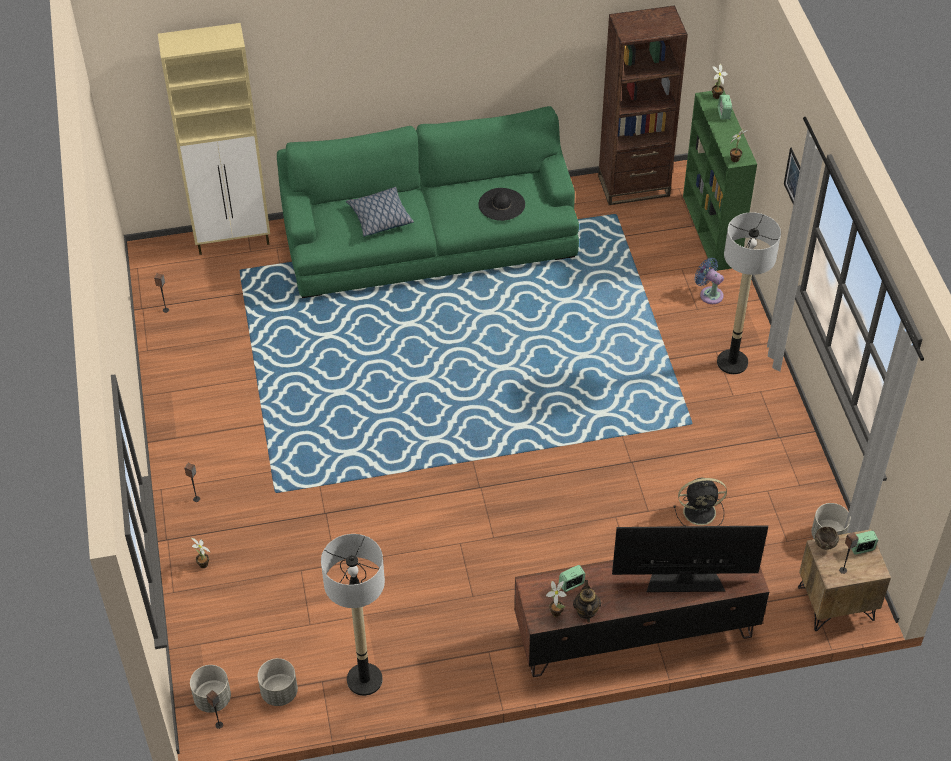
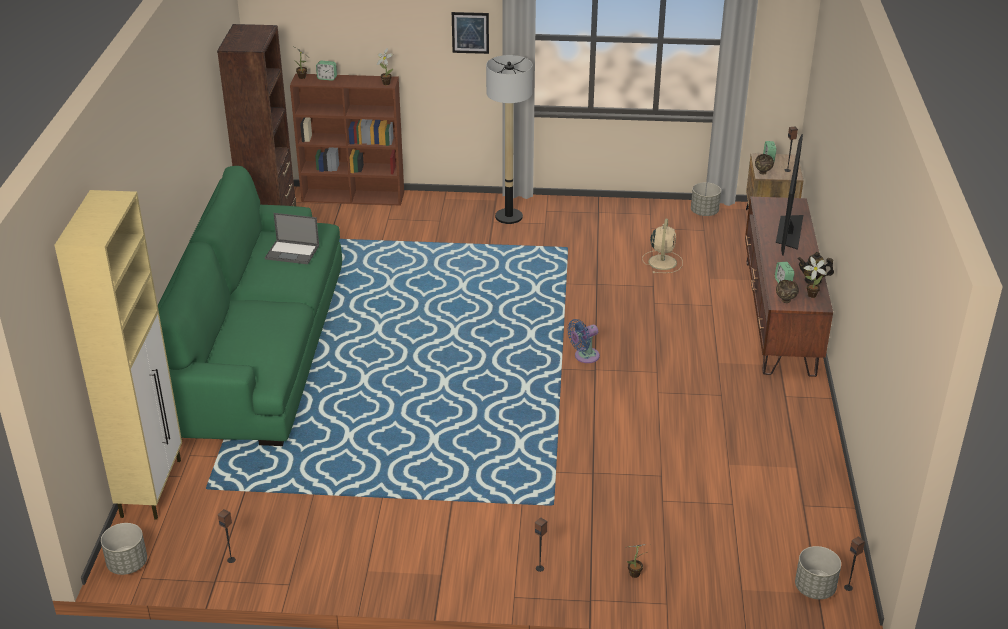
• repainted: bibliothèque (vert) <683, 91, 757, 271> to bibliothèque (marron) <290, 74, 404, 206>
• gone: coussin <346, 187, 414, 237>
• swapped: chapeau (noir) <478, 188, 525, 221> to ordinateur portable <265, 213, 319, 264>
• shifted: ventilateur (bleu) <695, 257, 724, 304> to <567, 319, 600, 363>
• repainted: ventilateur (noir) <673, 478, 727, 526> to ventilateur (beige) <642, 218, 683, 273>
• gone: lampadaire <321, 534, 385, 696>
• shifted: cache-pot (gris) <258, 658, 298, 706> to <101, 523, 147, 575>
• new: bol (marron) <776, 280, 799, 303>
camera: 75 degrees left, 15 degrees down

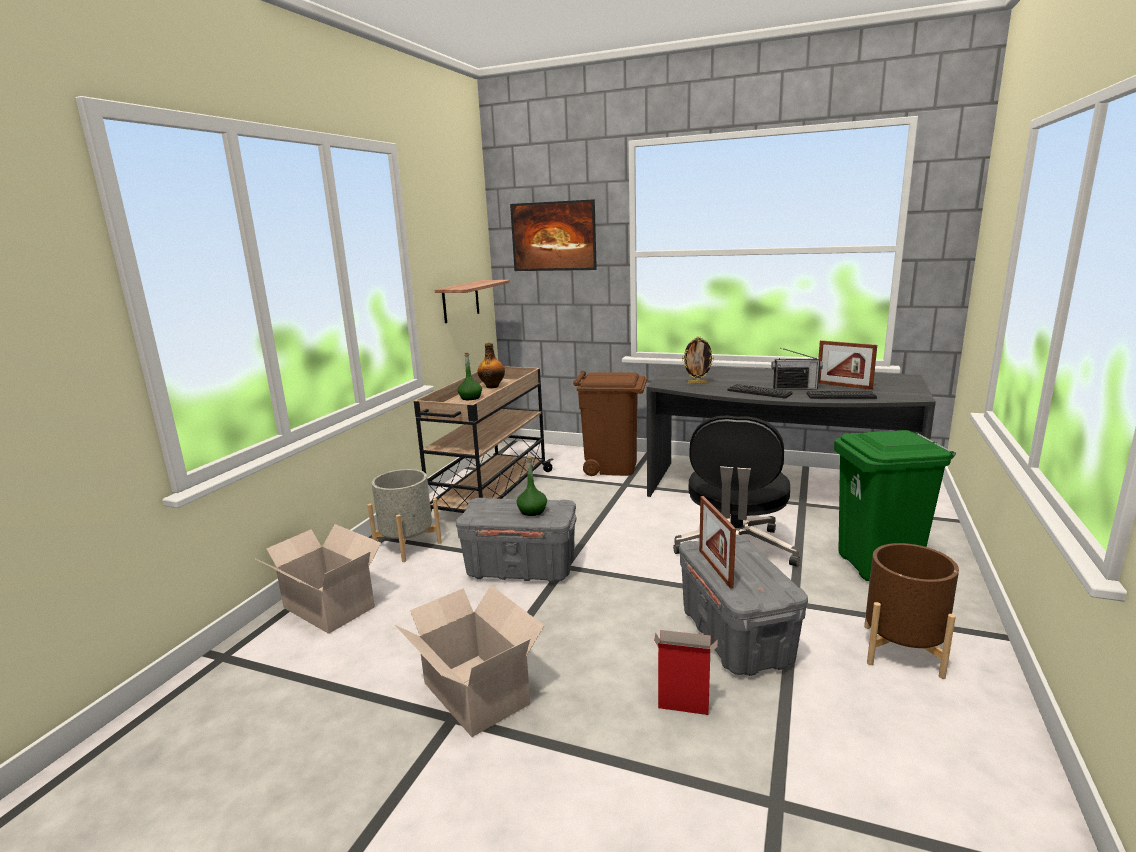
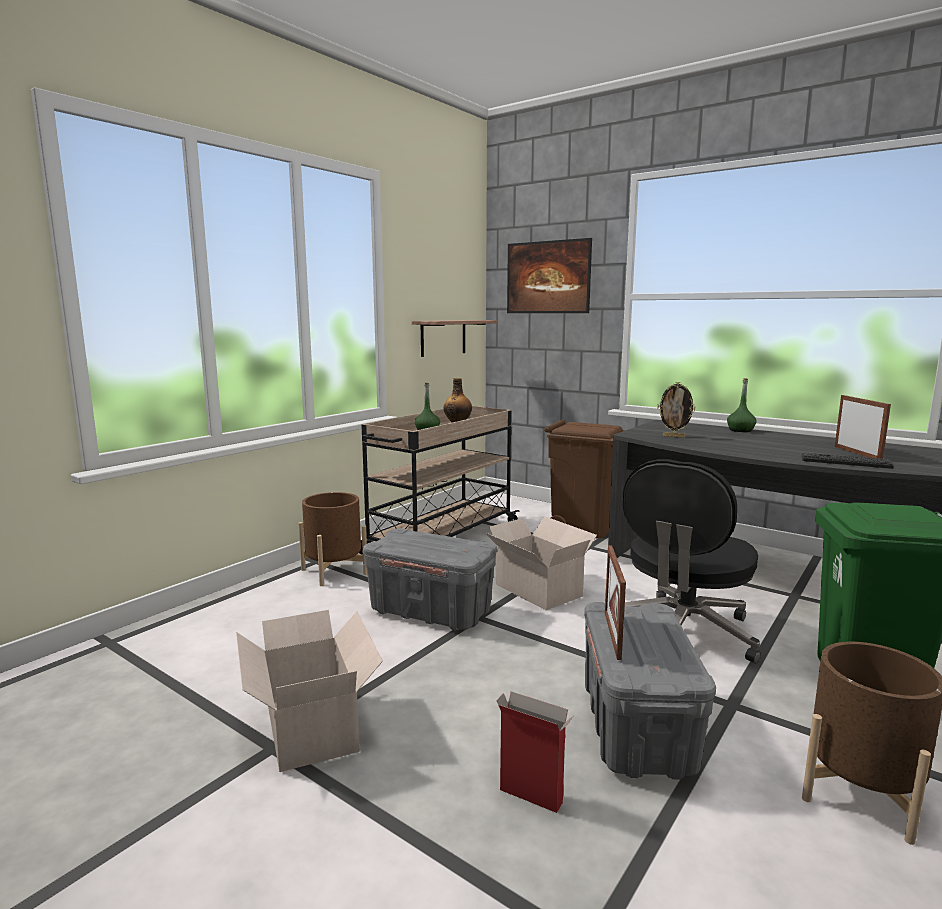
• rotated: cadre photo <818, 340, 877, 390> = <835, 395, 891, 459> 150 degrees counterclockwise
• gone: radio <771, 347, 823, 390>
• gone: clavier <728, 384, 793, 399>
• shifted: bouteille (vert) <517, 456, 547, 516> to <727, 378, 757, 432>
• repainted: cache-pot (gris) <368, 469, 442, 562> to cache-pot (marron) <298, 492, 367, 586>
• shifted: carton <256, 524, 381, 634> to <484, 516, 597, 610>
camera: 15 degrees right, 5 degrees down

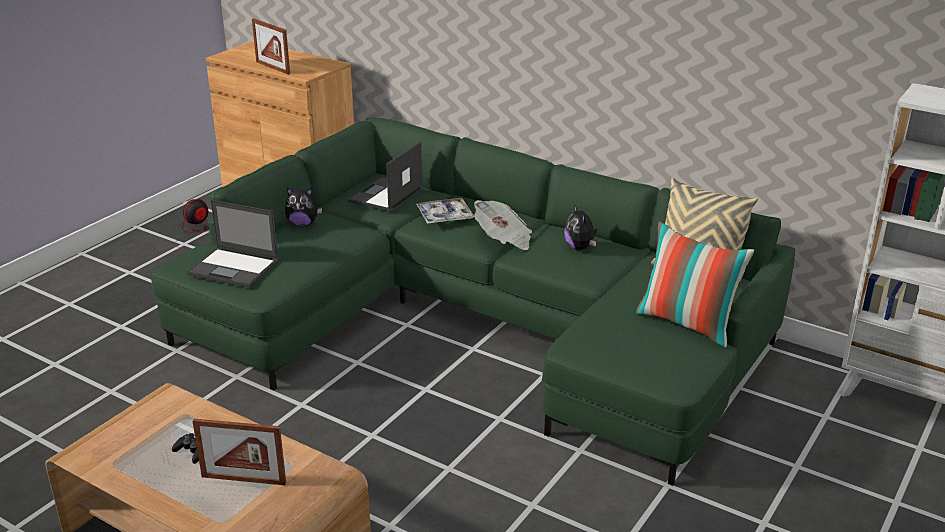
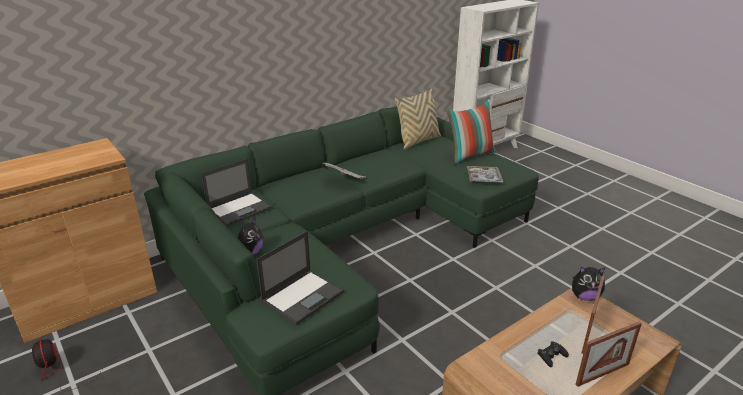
• shifted: cadre photo <252, 19, 290, 75> to <575, 321, 642, 387>
• rotated: ordinateur portable <347, 141, 423, 212> = <201, 159, 273, 226> 90 degrees counterclockwise
• shifted: plateau <416, 198, 474, 224> to <467, 166, 504, 183>
• shifted: peluche <564, 204, 597, 250> to <572, 267, 605, 301>
camera: 70 degrees left, 0 degrees up

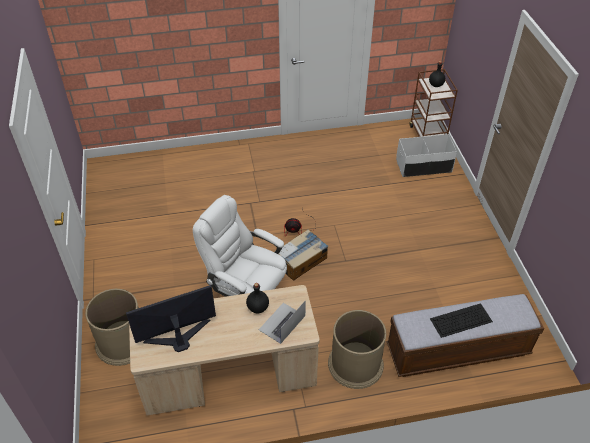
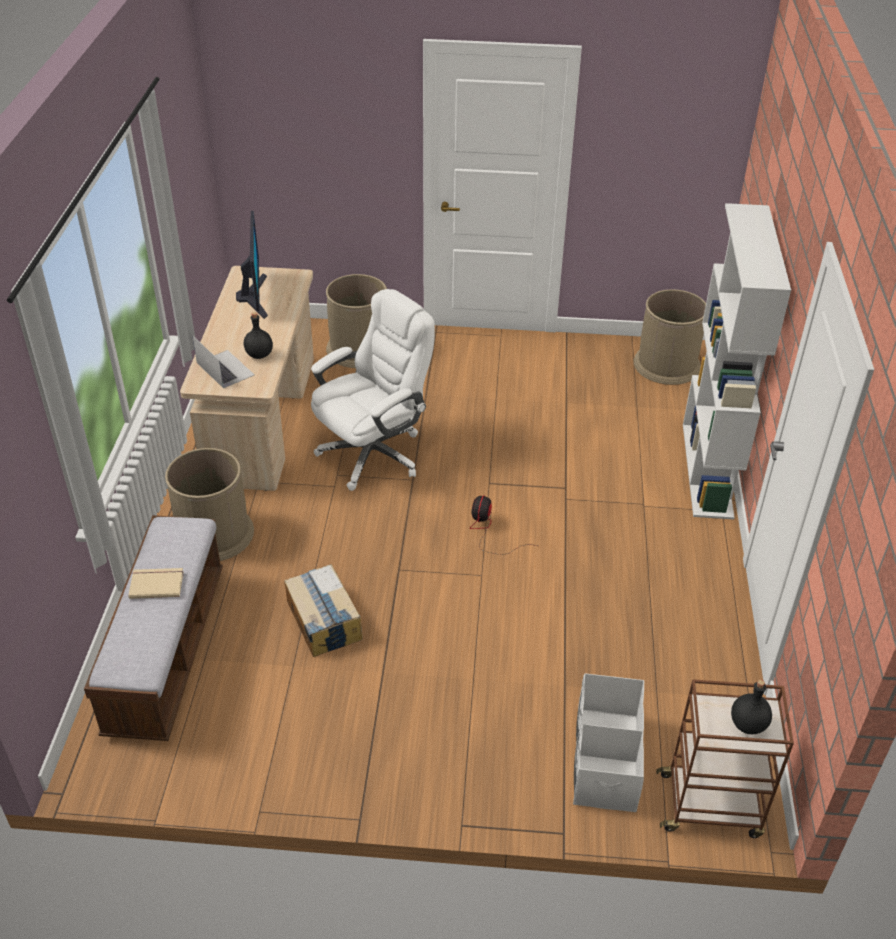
• shifted: carton <274, 229, 328, 281> to <284, 564, 363, 657>
• swapped: clavier <430, 303, 493, 338> to livre (beige) <128, 568, 184, 599>
• new: bibliothèque (blanc) <683, 203, 791, 519>
• new: poubelle (marron) <634, 289, 706, 385>
camera: 105 degrees right, 5 degrees down

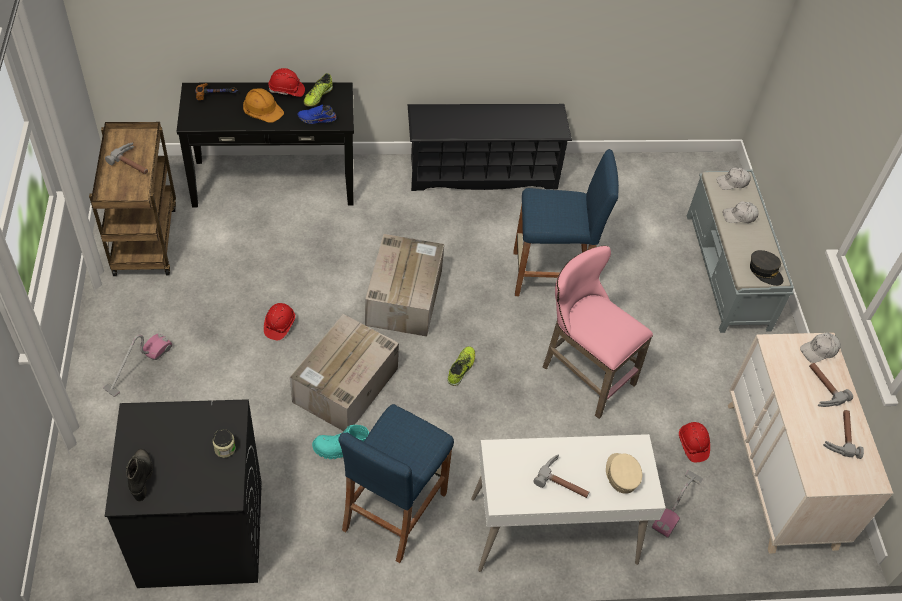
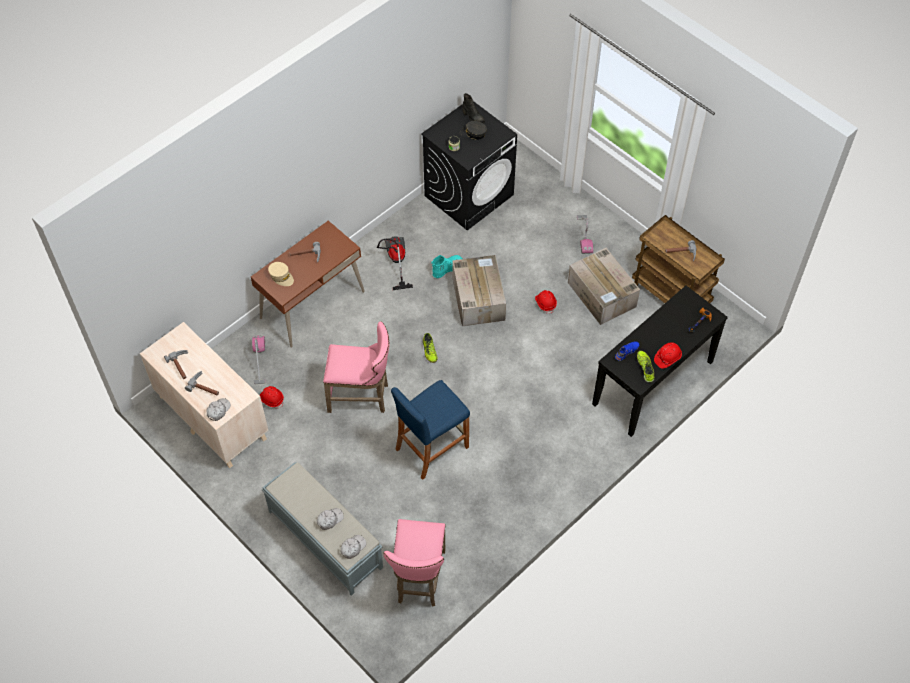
• gone: casque de chantier (orange) <243, 88, 284, 123>
• gone: étagère à chaussures (noir) <408, 104, 572, 191>
• shifted: carton <365, 234, 444, 337> to <568, 248, 640, 325>
• shifted: casquette (gris) <750, 250, 784, 286> to <460, 121, 487, 140>
• swapped: tabouret (bleu) <338, 404, 454, 563> to aspirateur <377, 236, 413, 290>
• repainted: bureau (blanc) <471, 434, 666, 572> to bureau (marron) <251, 221, 365, 348>
• new: tabouret (rose) <383, 519, 445, 607>
camera: 145 degrees right, 5 degrees up

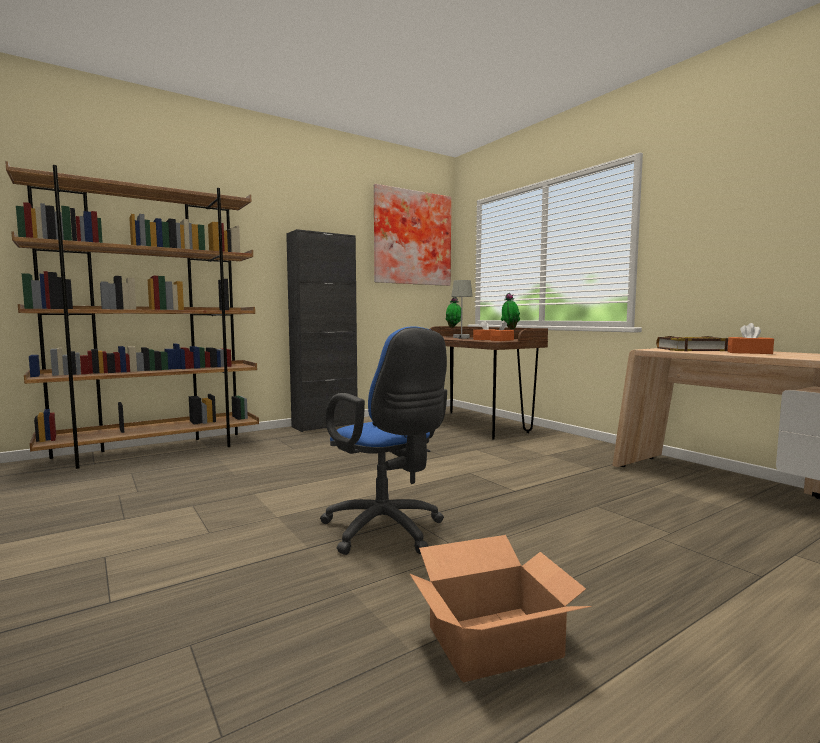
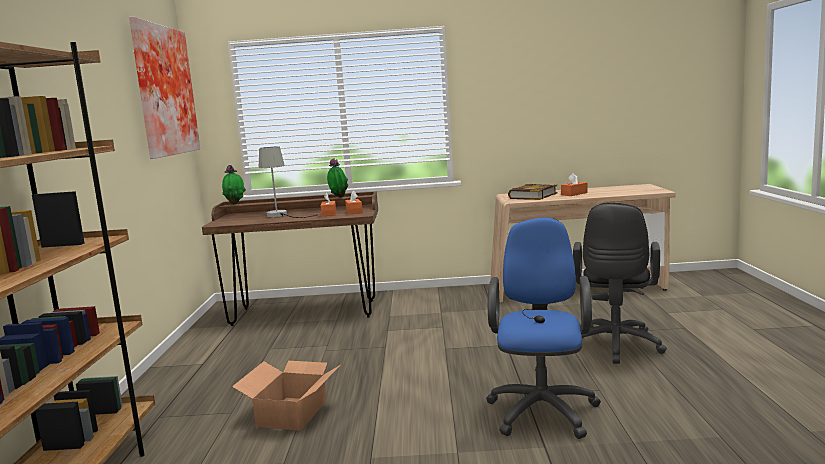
• gone: meuble de rangement (noir) <286, 229, 357, 432>
• rotated: chaise de bureau (bleu) <320, 326, 447, 555> = <486, 217, 601, 439> 75 degrees counterclockwise
• shifted: carton <410, 535, 592, 682> to <232, 361, 340, 431>
• new: chaise de bureau (noir) <573, 202, 667, 364>
camera: 55 degrees left, 5 degrees up

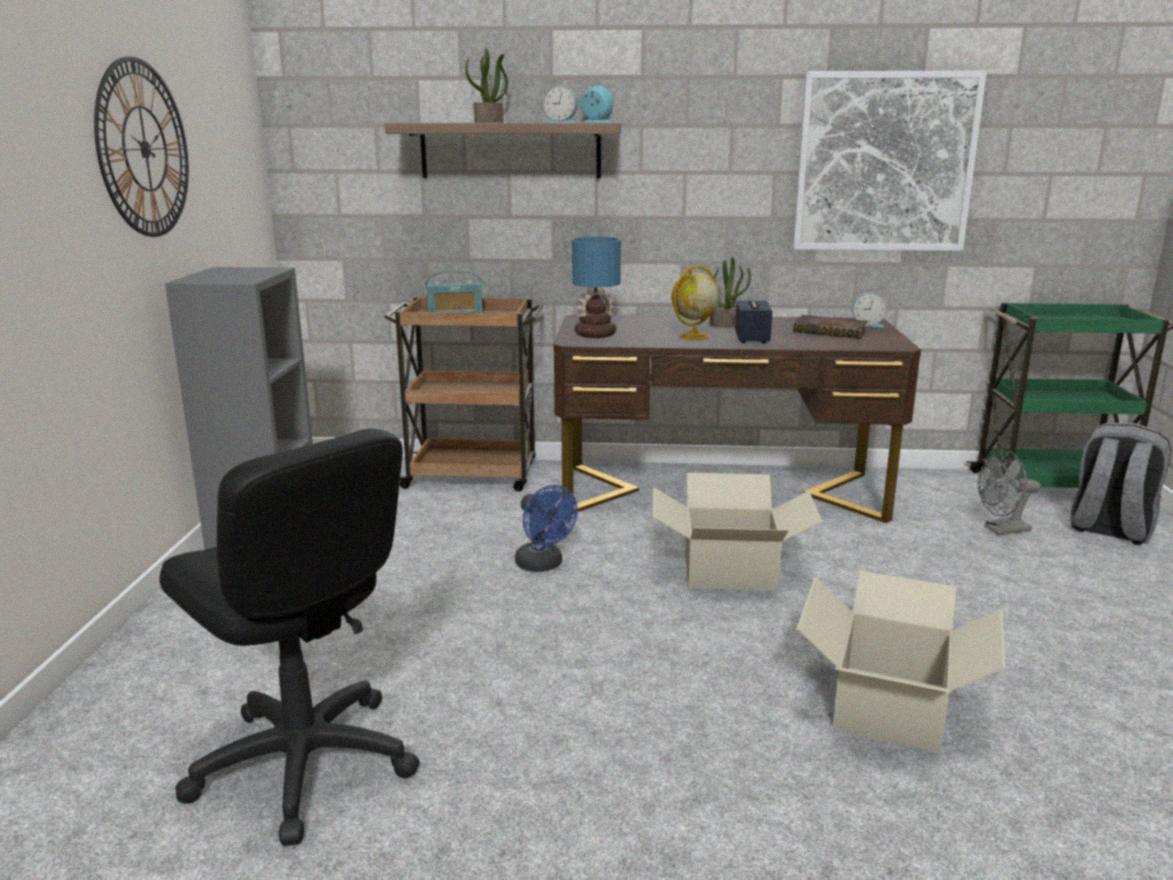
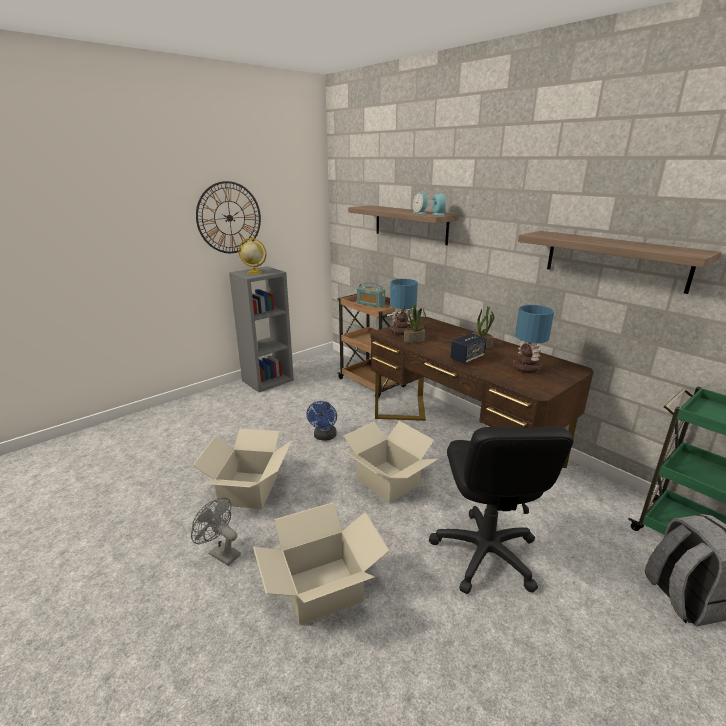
• shifted: plante en pot <465, 48, 508, 122> to <403, 302, 427, 343>
• swapped: tableau <793, 71, 987, 251> to étagère <518, 231, 722, 294>
• shifted: globe <671, 266, 719, 340> to <238, 238, 266, 274>
• gone: réveil <852, 292, 887, 327>
• swapped: livre <793, 315, 868, 339> to lampe de table <513, 305, 554, 373>
• shifted: chaise de bureau (noir) <160, 428, 420, 846> to <429, 426, 574, 594>
• shifted: ventilateur (gris) <977, 450, 1041, 535> to <191, 498, 241, 566>
• new: carton <193, 429, 292, 509>
camera: 45 degrees right, 5 degrees up

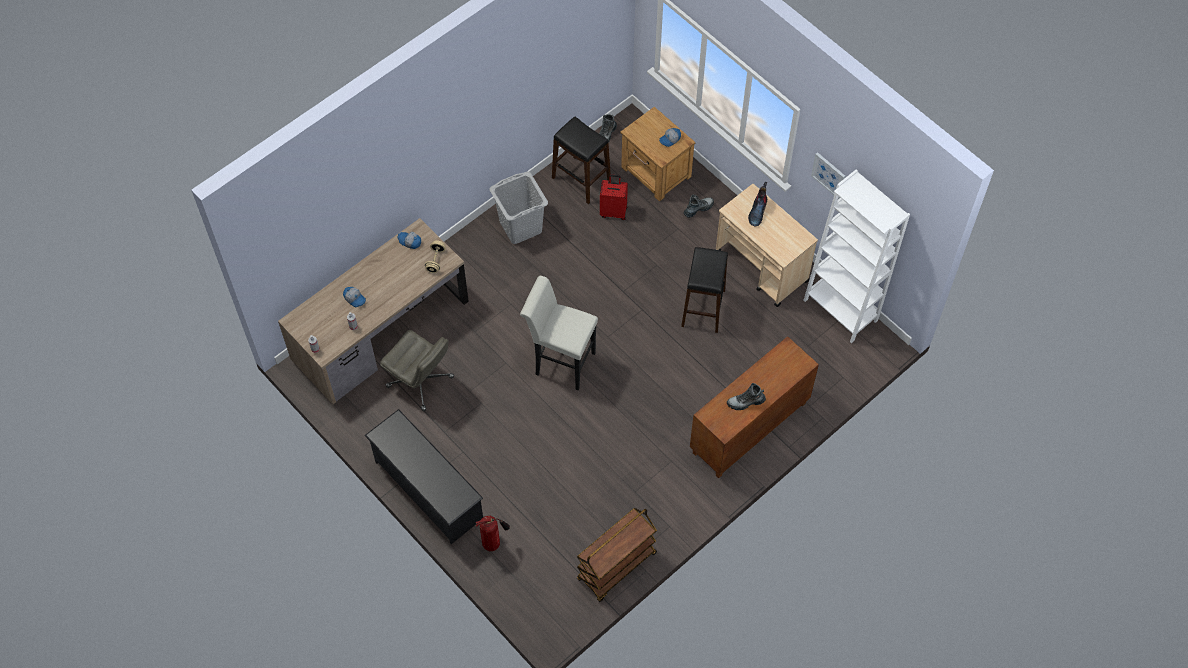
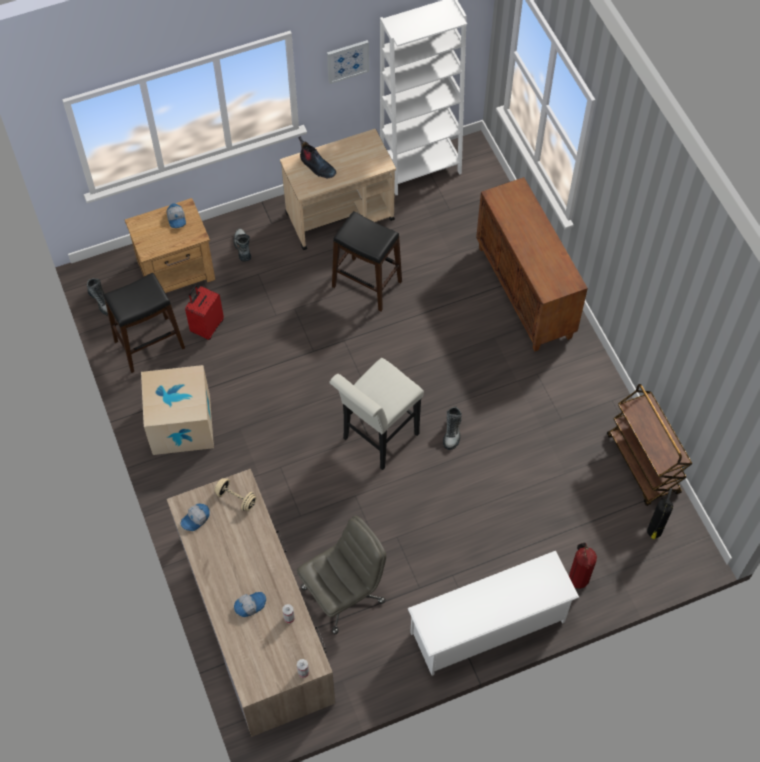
• swapped: panier à linge (gris) <490, 172, 548, 244> to carton <141, 365, 214, 455>
• shifted: botte <727, 383, 766, 410> to <443, 406, 462, 450>
• repainted: étagère à chaussures (noir) <365, 409, 483, 544> to étagère à chaussures (blanc) <408, 551, 579, 676>
• new: extincteur <647, 488, 673, 539>
camera: 70 degrees left, 0 degrees up

